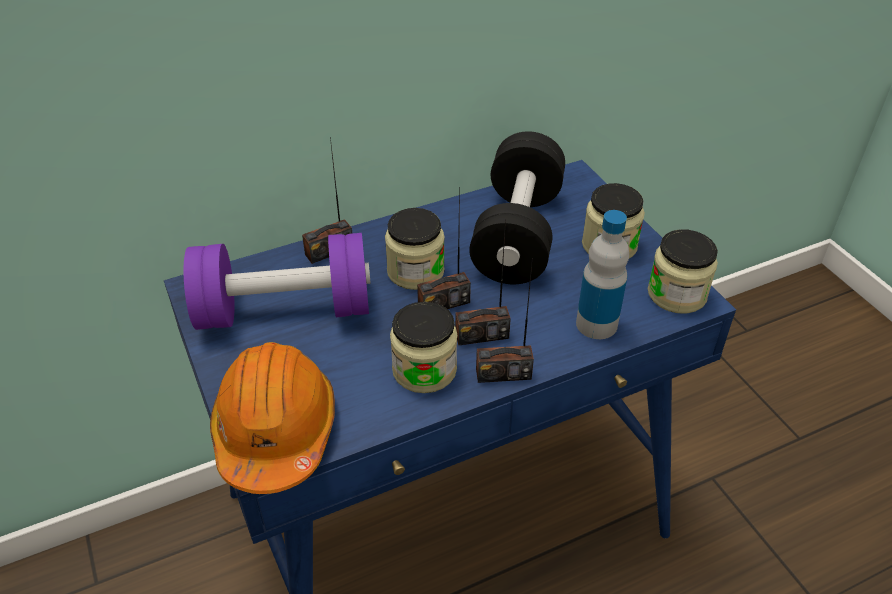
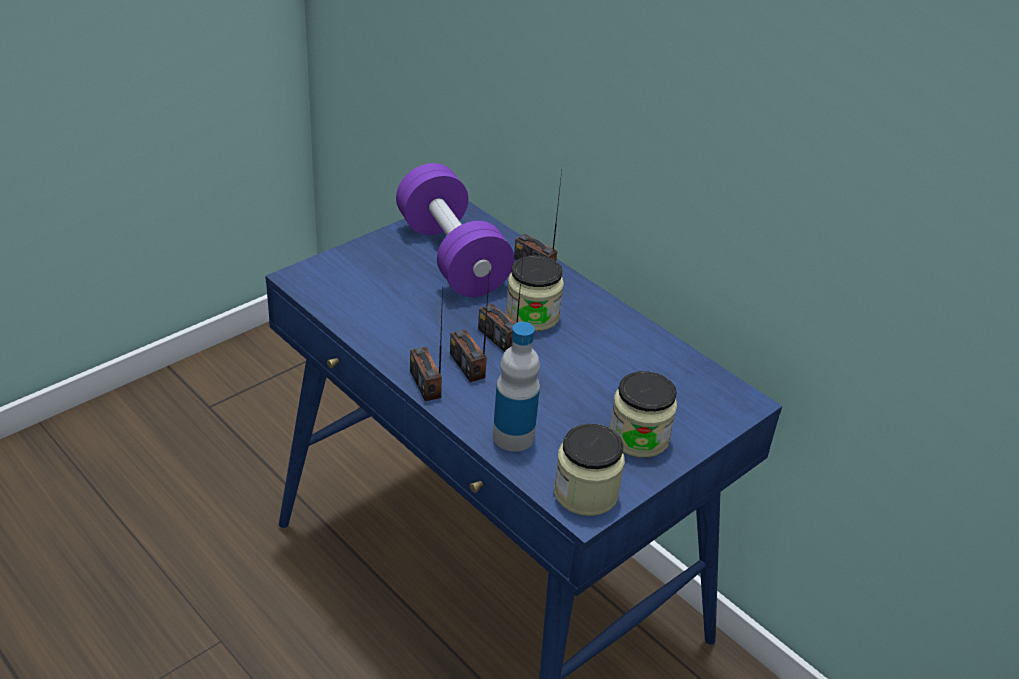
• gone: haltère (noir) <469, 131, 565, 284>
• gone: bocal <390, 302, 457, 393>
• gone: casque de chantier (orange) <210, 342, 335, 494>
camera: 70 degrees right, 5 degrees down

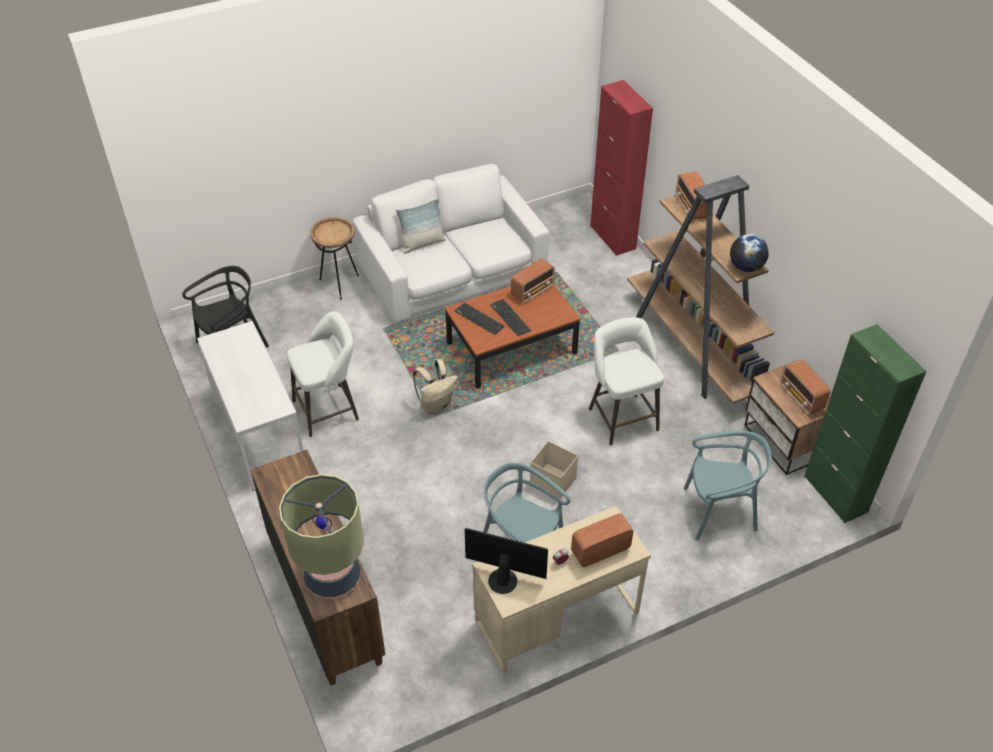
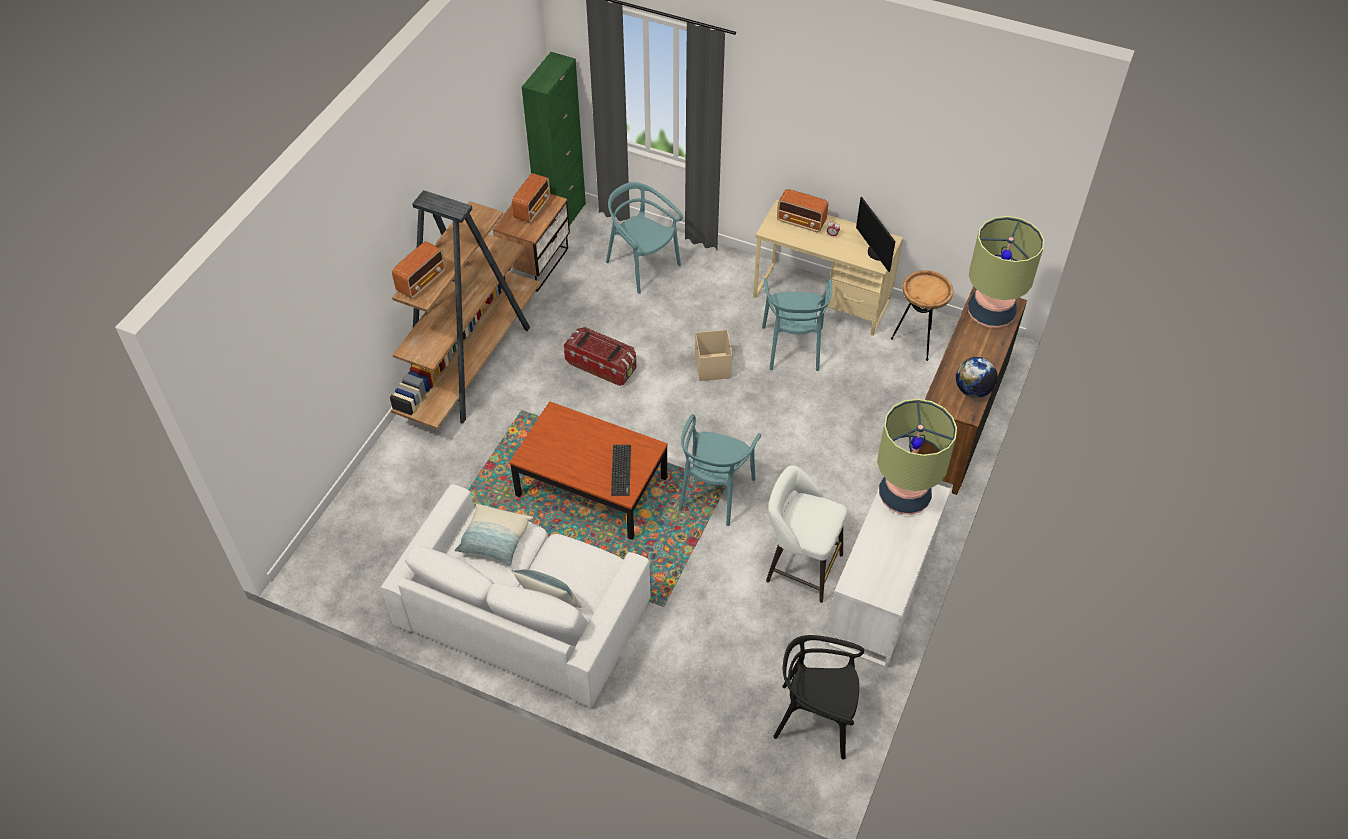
• gone: meuble de rangement (rouge) <590, 80, 653, 256>
• shifted: table d'appoint (marron) <310, 217, 359, 300> to <891, 270, 953, 361>
• shifted: globe <730, 234, 769, 272> to <956, 357, 998, 398>
• gone: radio <511, 259, 555, 303>
• gone: clavier <490, 299, 531, 336>
• swapped: tabouret (blanc) <589, 317, 664, 445> to boîte de rangement <564, 327, 637, 386>
• swapped: sac à dos (beige) <413, 359, 458, 414> to chaise (turquoise) <679, 414, 761, 526>
• new: lampe de table <877, 399, 957, 515>
• new: coussin <454, 504, 533, 566>
camera: 130 degrees left, 5 degrees up

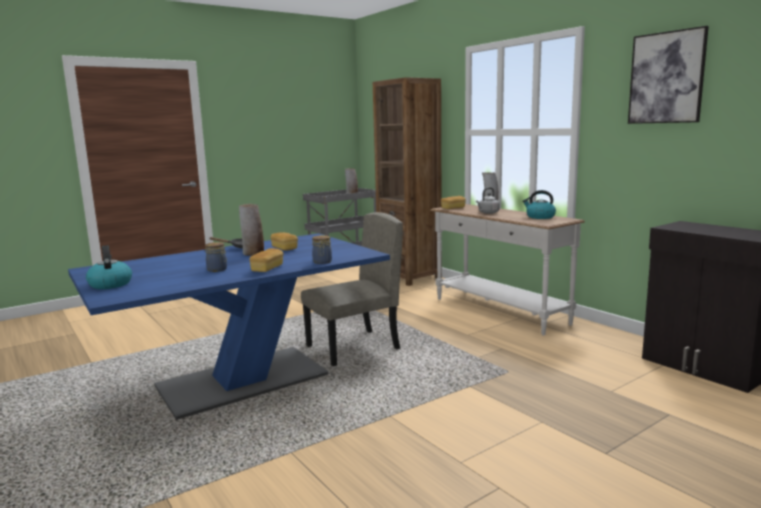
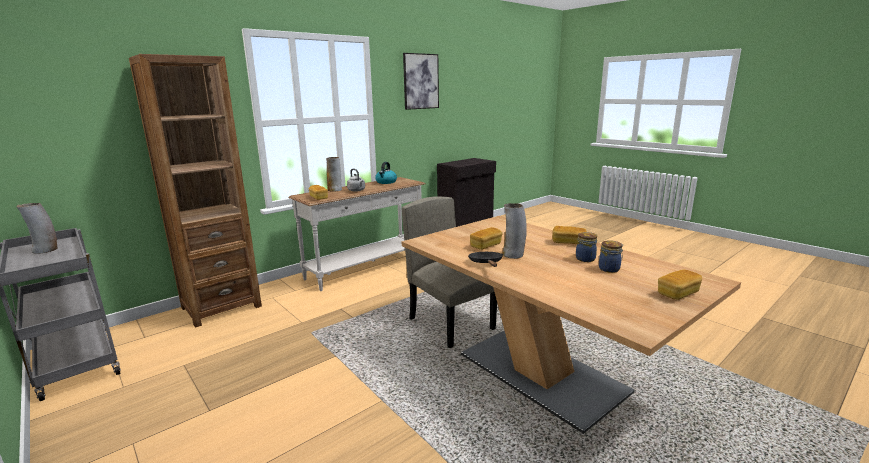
• repainted: table à manger (bleu) <68, 233, 390, 420> to table à manger (marron) <402, 216, 741, 434>
• shifted: bocal <312, 235, 332, 264> to <599, 240, 623, 273>
• swapped: bouilloire <86, 245, 132, 289> to pain <658, 269, 702, 300>
camera: 95 degrees left, 5 degrees up

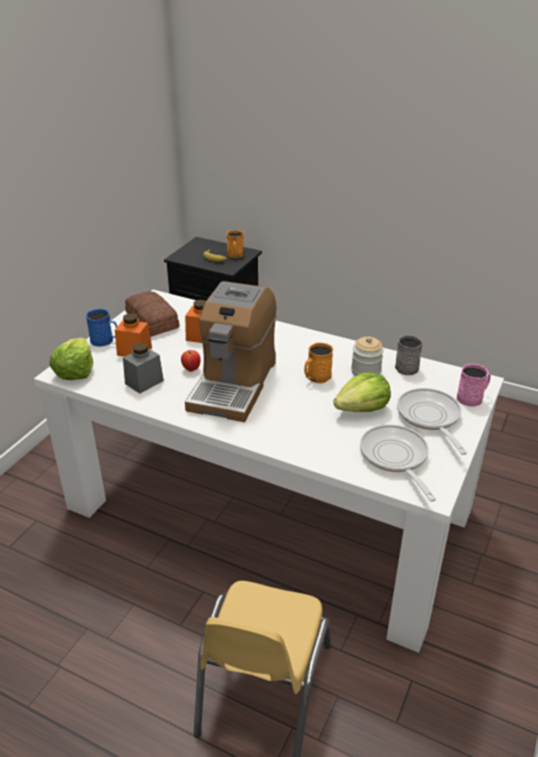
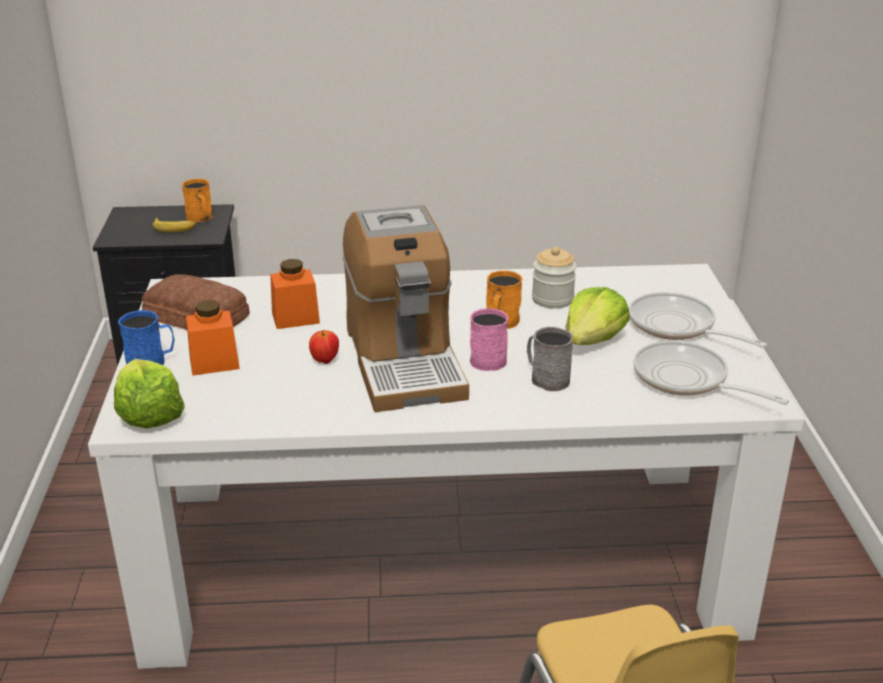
• shifted: mug (gris) <395, 335, 423, 376> to <527, 327, 573, 391>
• gone: bocal (gris) <123, 342, 164, 393>
• shifted: mug (rose) <457, 364, 491, 407> to <470, 308, 508, 371>
camera: 30 degrees left, 5 degrees down

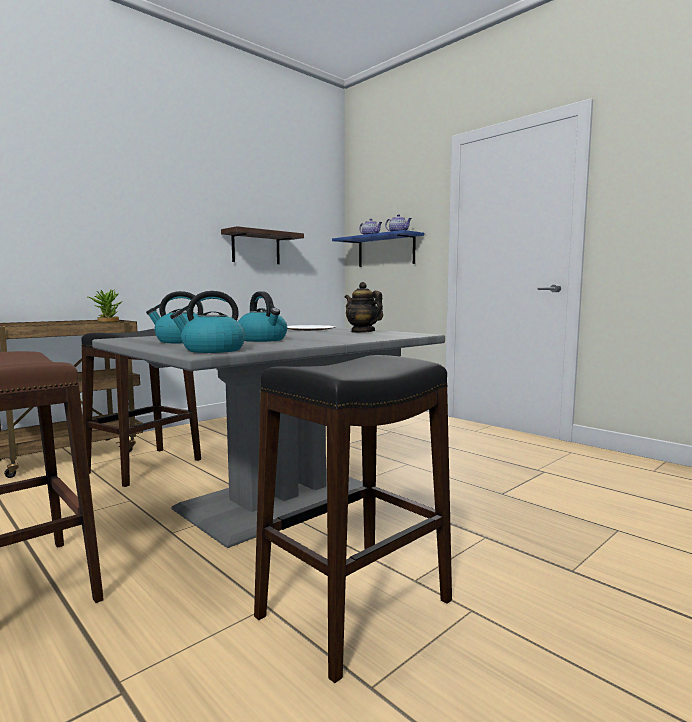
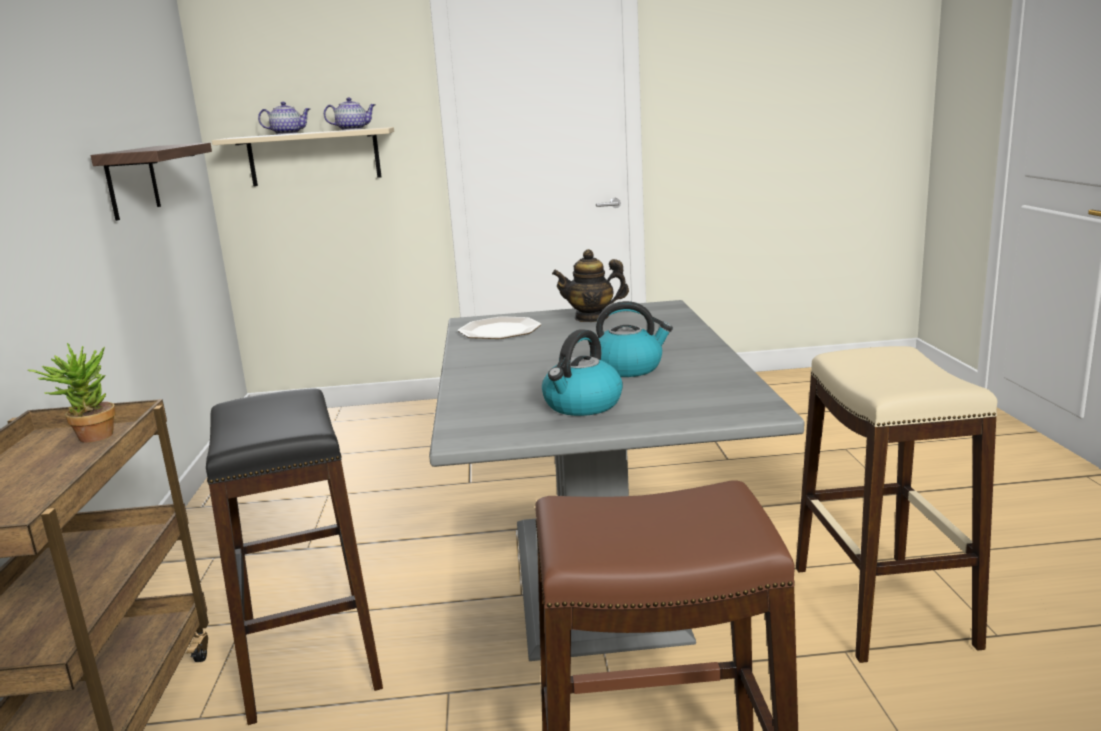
• repainted: étagère (bleu) <332, 230, 424, 267> to étagère (beige) <212, 127, 394, 186>
• gone: bouilloire <170, 291, 245, 353>
• repainted: tabouret (noir) <254, 355, 452, 683> to tabouret (beige) <796, 346, 997, 663>
camera: 50 degrees left, 10 degrees up

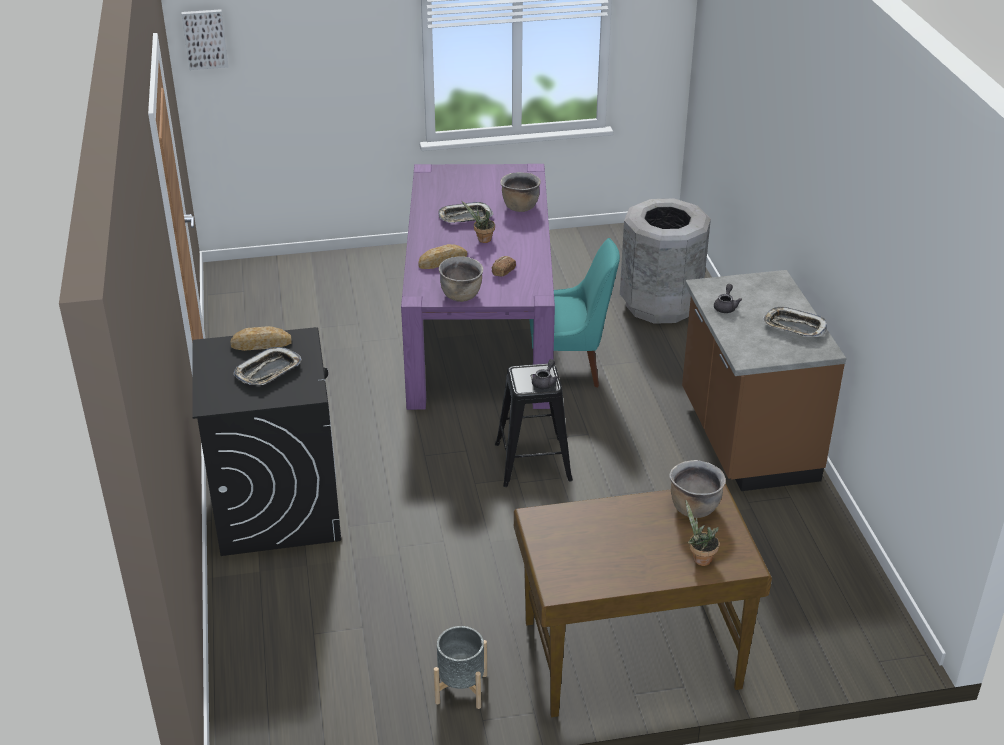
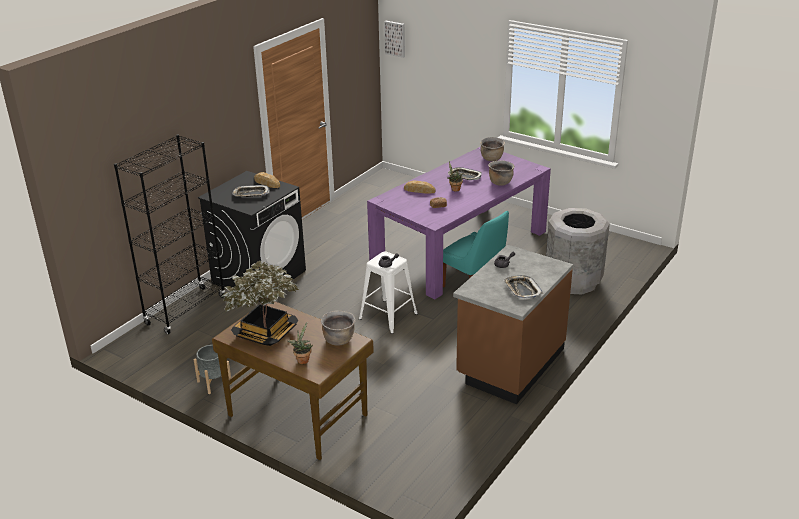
• shifted: marmite (marron) <439, 256, 483, 302> to <480, 137, 505, 161>
• repainted: tabouret (noir) <495, 363, 573, 487> to tabouret (blanc) <359, 251, 418, 334>
• new: bibliothèque (noir) <114, 135, 225, 334>
• new: plante en pot <221, 261, 299, 346>
camera: 45 degrees right, 5 degrees down

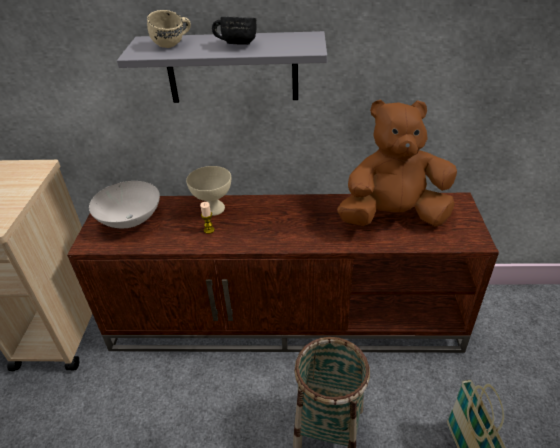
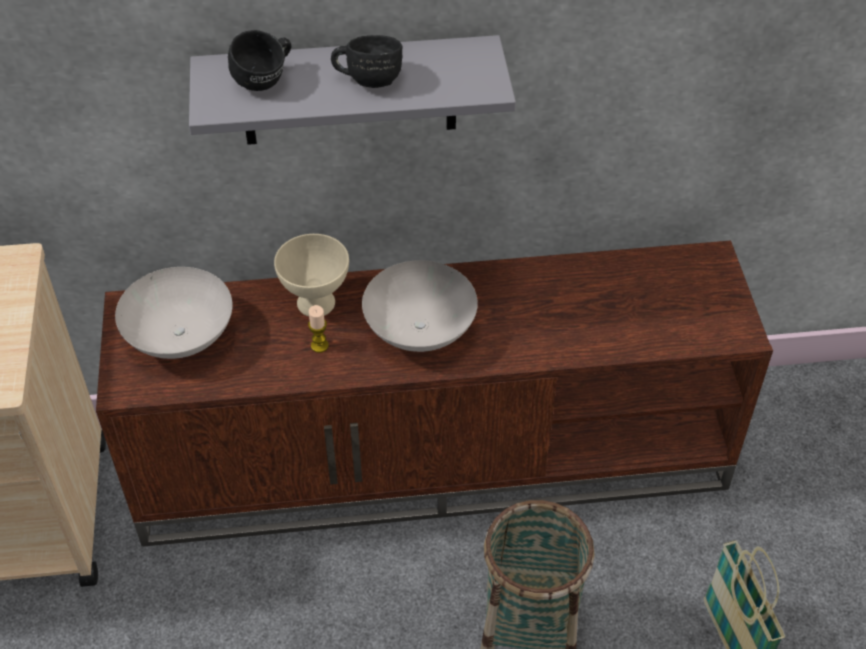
• repainted: mug (beige) <147, 10, 191, 48> to mug (noir) <228, 30, 292, 91>
• gone: peluche (marron) <337, 99, 457, 226>
• new: bol (blanc) <362, 260, 478, 352>
camera: 10 degrees left, 10 degrees up

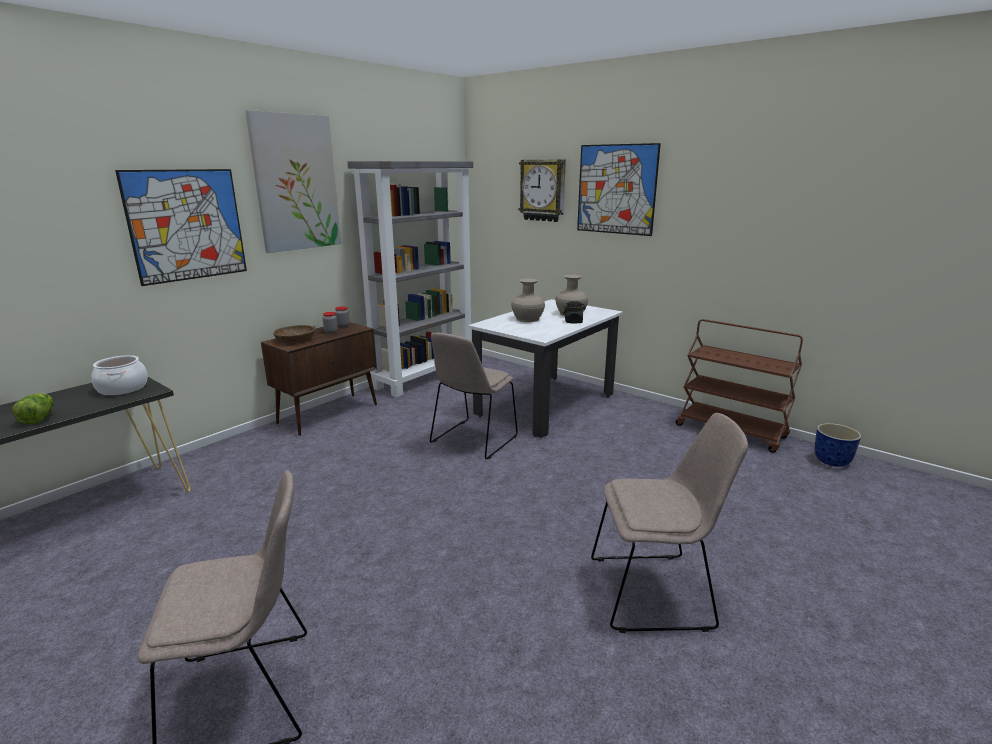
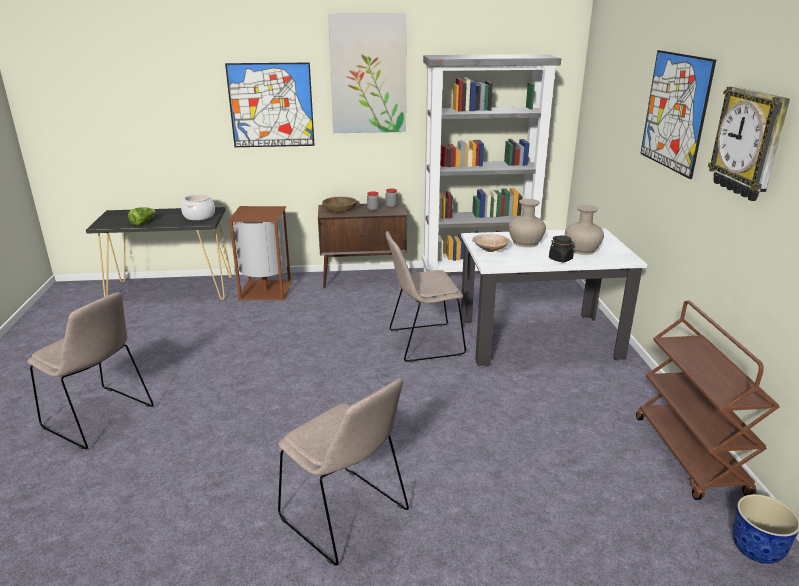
• shifted: horloge murale <519, 159, 566, 222> to <708, 86, 790, 201>
• new: poubelle (marron) <228, 206, 292, 300>
• new: bol (beige) <472, 234, 511, 252>
camera: 45 degrees right, 5 degrees up

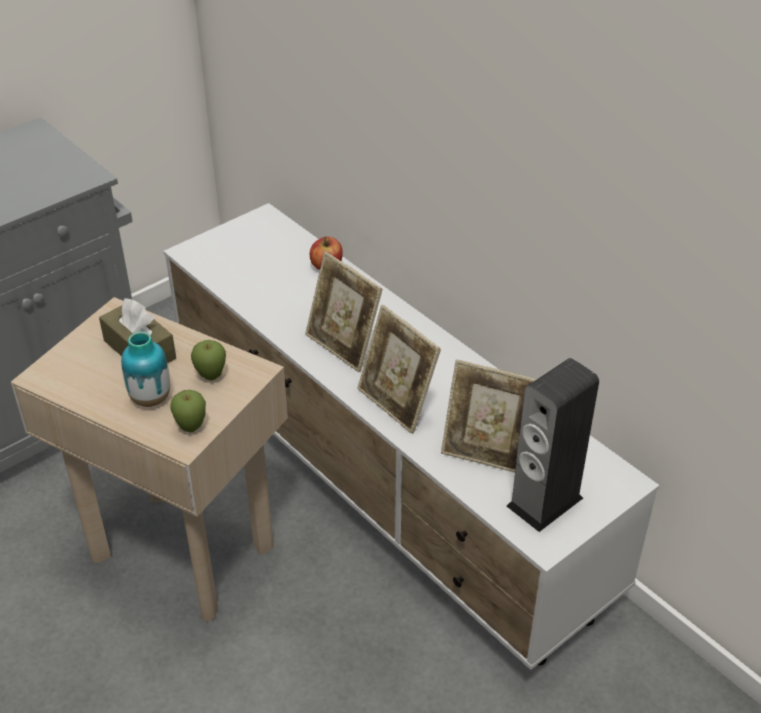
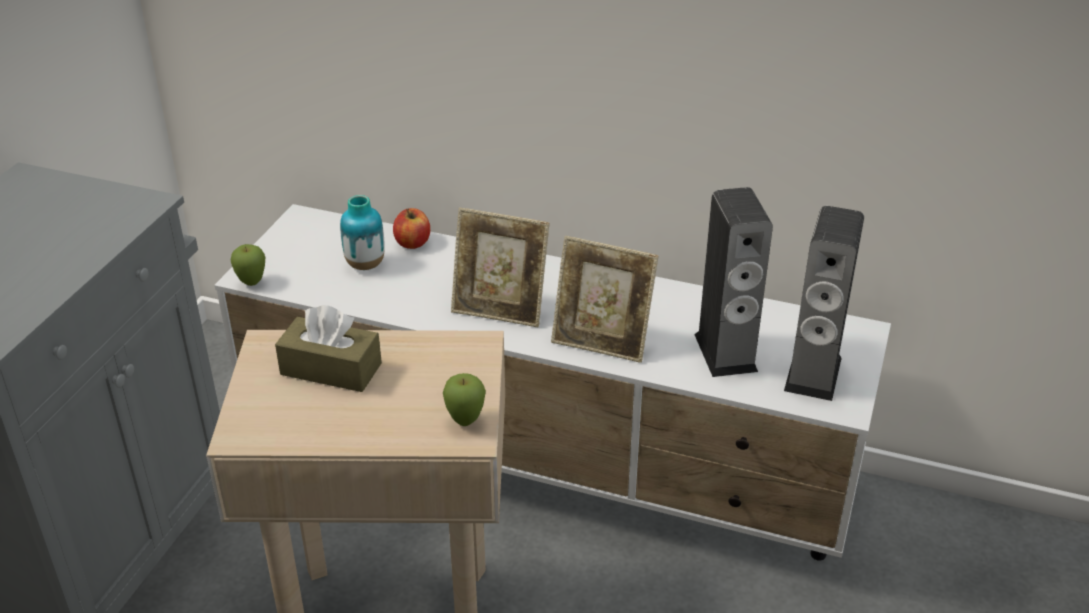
• shifted: vase <121, 332, 170, 407> to <340, 195, 385, 270>
• shifted: pomme <191, 340, 226, 381> to <231, 244, 265, 286>
• swapped: cadre photo <441, 359, 537, 473> to enceinte <694, 187, 773, 377>
camera: 30 degrees left, 5 degrees down

